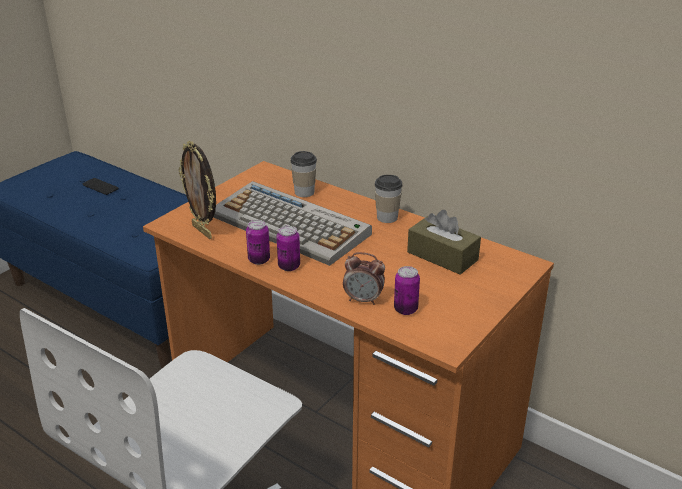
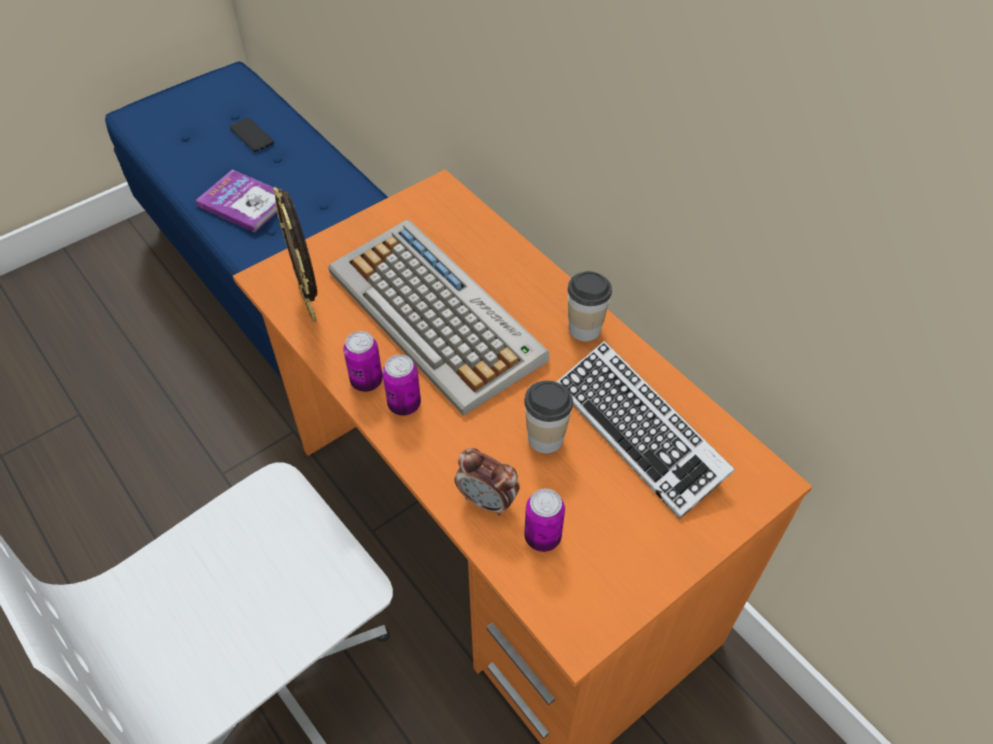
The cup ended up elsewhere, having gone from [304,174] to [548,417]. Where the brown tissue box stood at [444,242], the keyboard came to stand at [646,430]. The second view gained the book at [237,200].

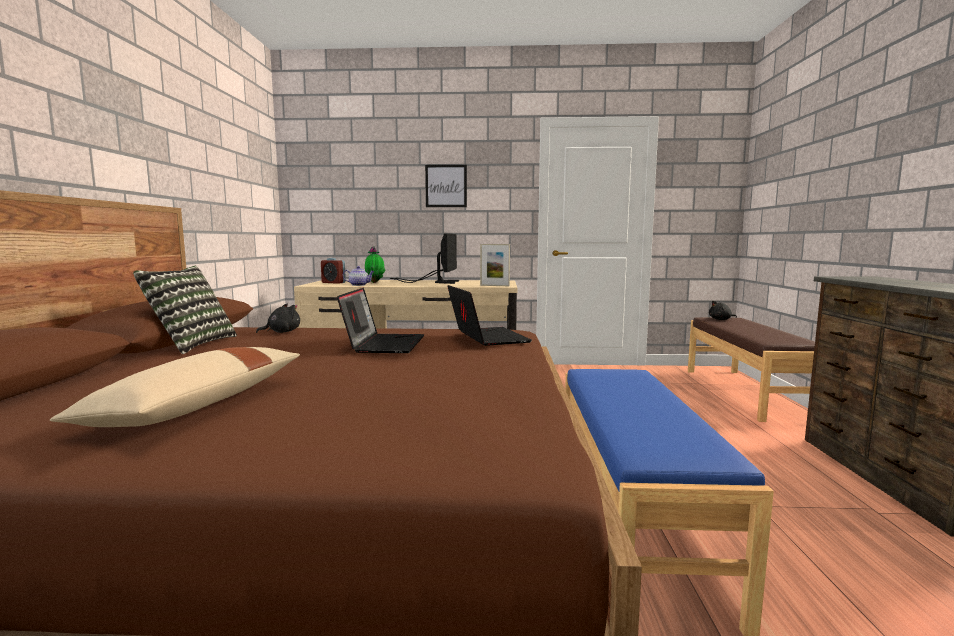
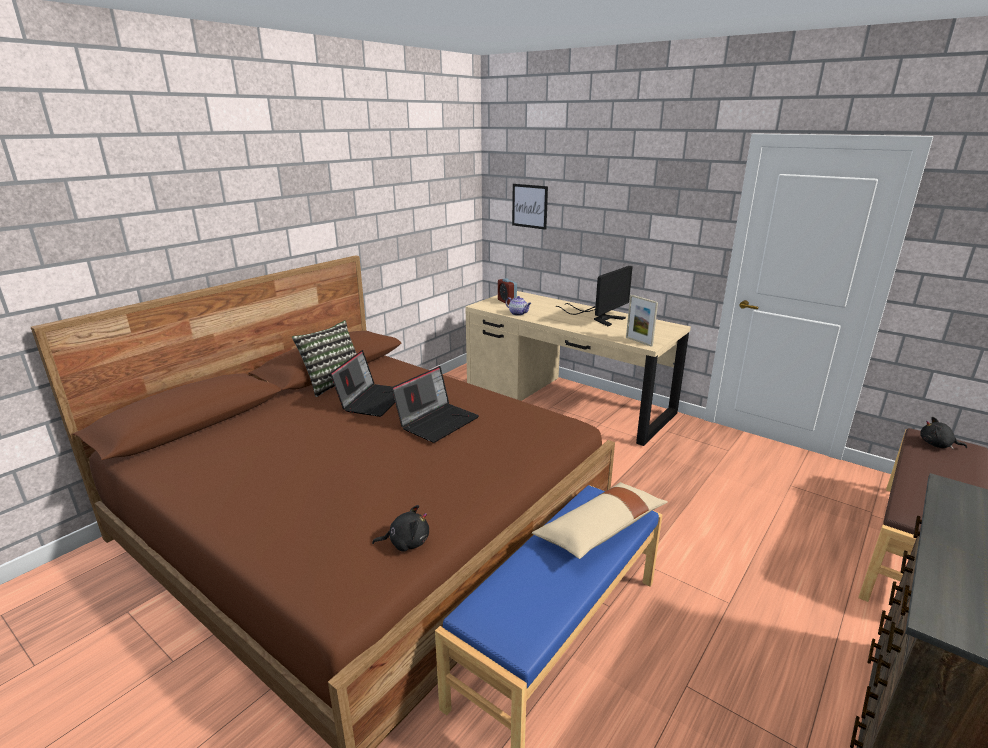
The picture ended up elsewhere, having gone from [446,186] to [530,207]. The second view lost the potted plant at [375,264]. The laptop ended up elsewhere, having gone from [489,315] to [362,383]. The black plush toy ended up elsewhere, having gone from [278,318] to [400,528]. The beige pillow ended up elsewhere, having gone from [175,387] to [600,520].

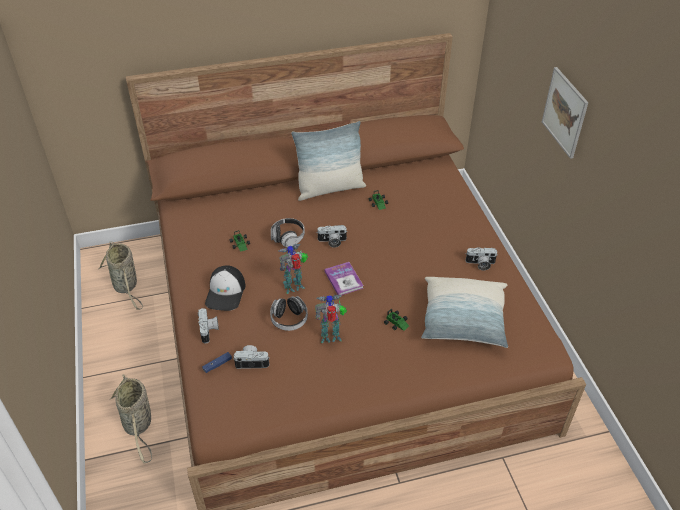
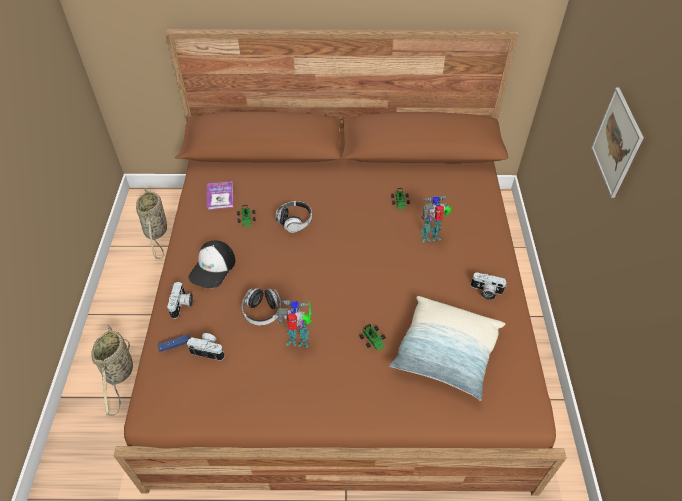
The second view lost the pillow at [328,161]. The second view lost the photo camera at [332,236]. The toy robot ended up elsewhere, having gone from [293,269] to [436,219]. The book ended up elsewhere, having gone from [344,278] to [220,195].

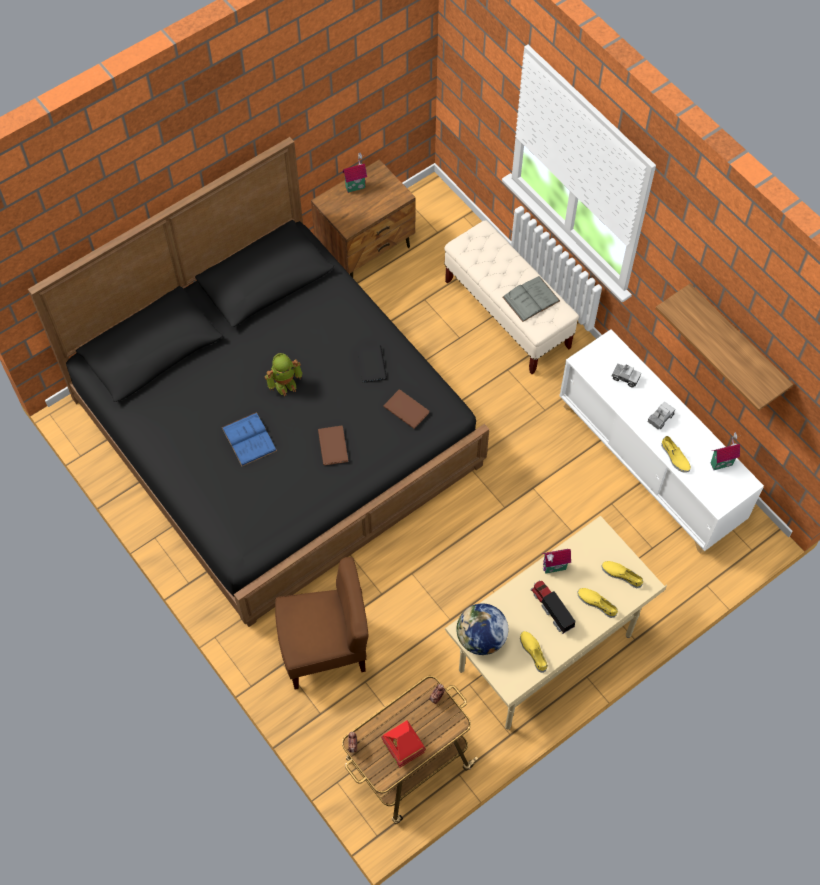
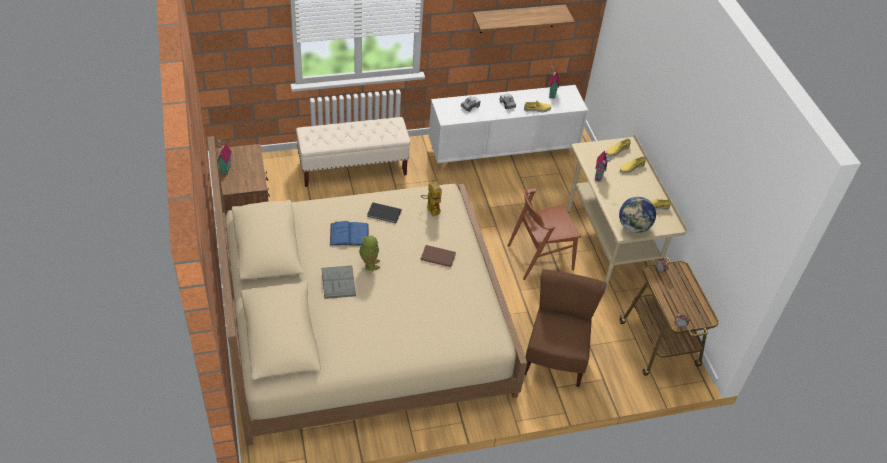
What was the black bed at [258,382] turned into the beige bed at [367,291]. The grey book ended up elsewhere, having gone from [531,299] to [338,282]. Where the brown book stood at [406,409], the toy robot came to stand at [431,198]. The blue book ended up elsewhere, having gone from [249,439] to [349,233]. The second view lost the toy truck at [553,607]. The second view lost the toy house at [403,744]. The second view gained the brown chair at [544,234].

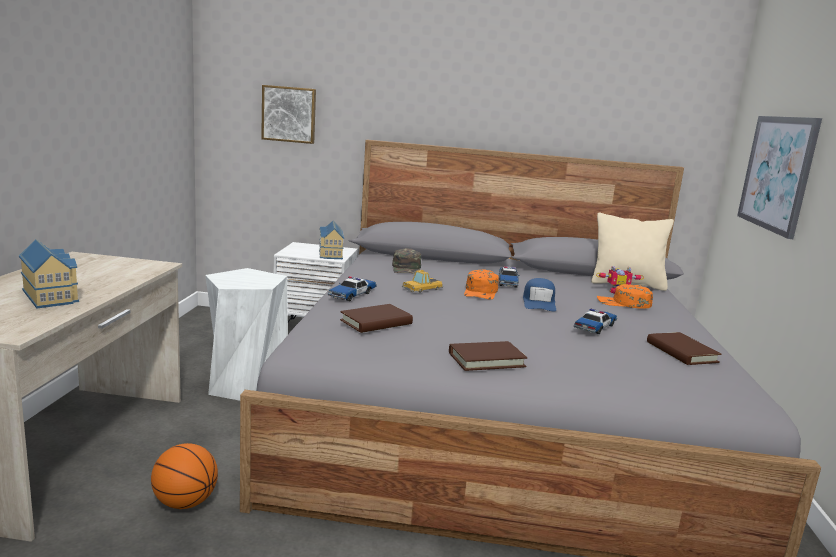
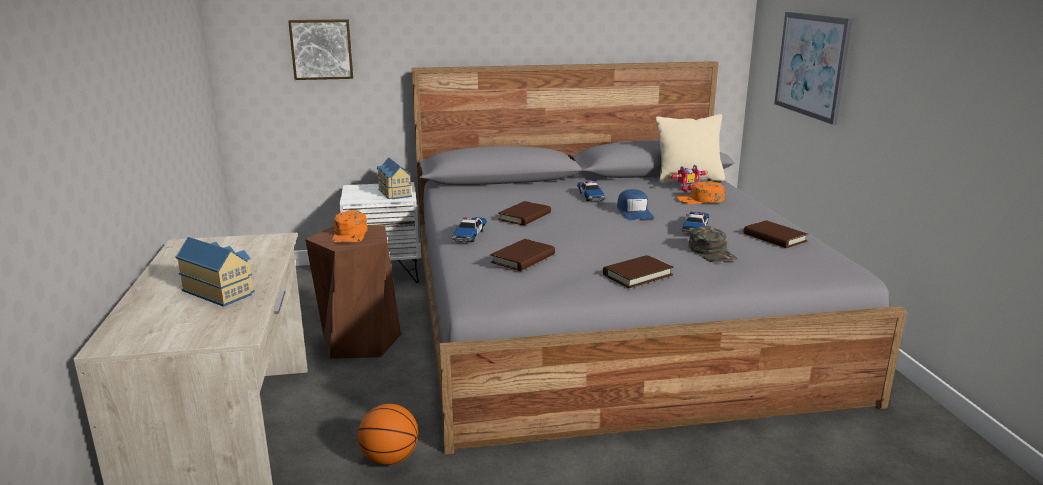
The green cap ended up elsewhere, having gone from [406,261] to [712,244]. What was the white stool at [246,334] turned into the brown stool at [353,292]. The orange cap ended up elsewhere, having gone from [481,284] to [350,226]. Where the toy car stood at [422,281], the brown book came to stand at [524,213].

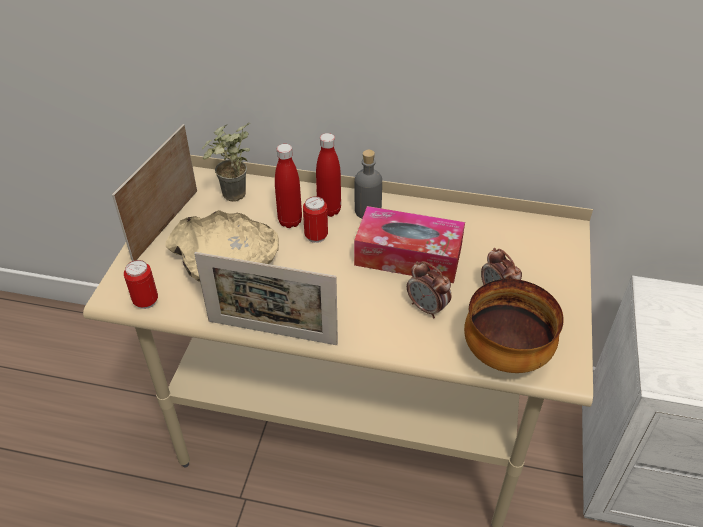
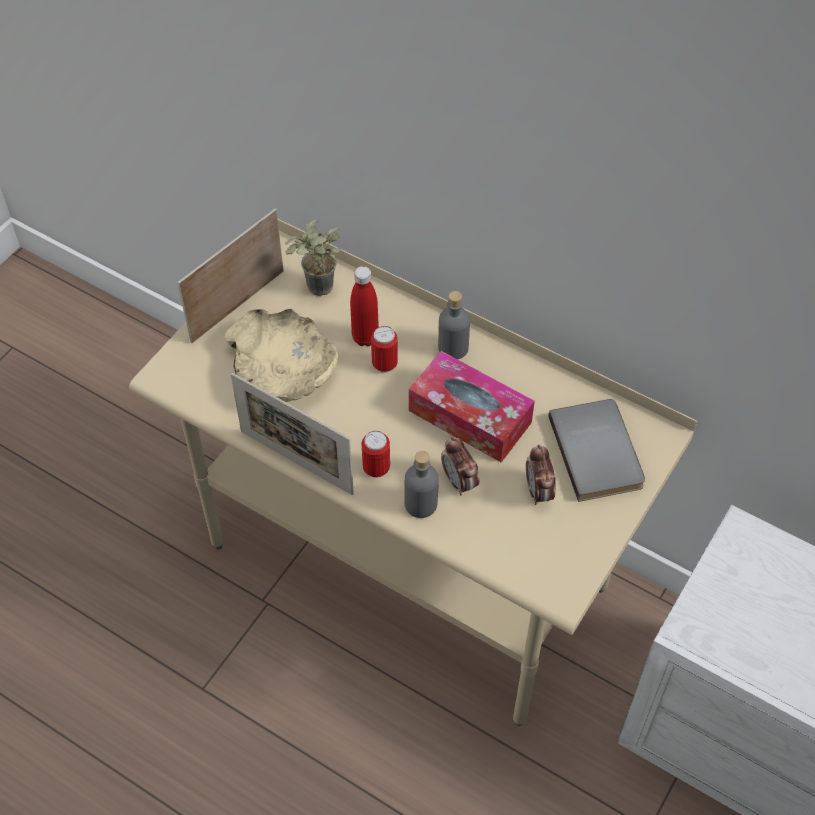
The second view lost the red bottle at [328,175]. The can ended up elsewhere, having gone from [141,284] to [376,454]. The second view lost the bowl at [514,326]. The second view gained the grey book at [597,450]. The second view gained the grey bottle at [421,484].

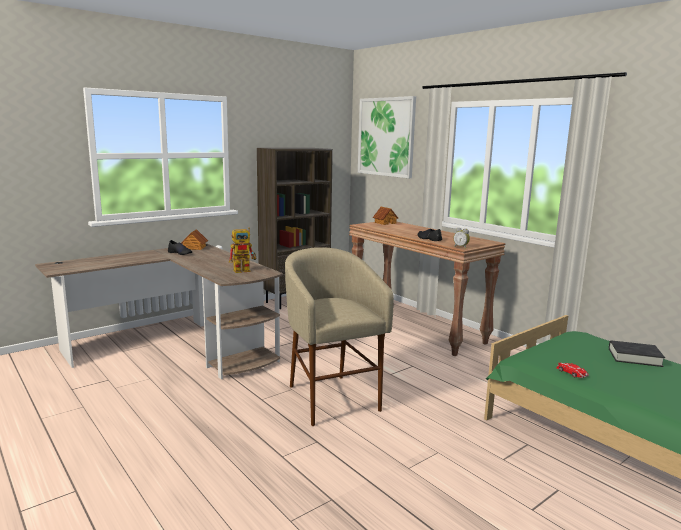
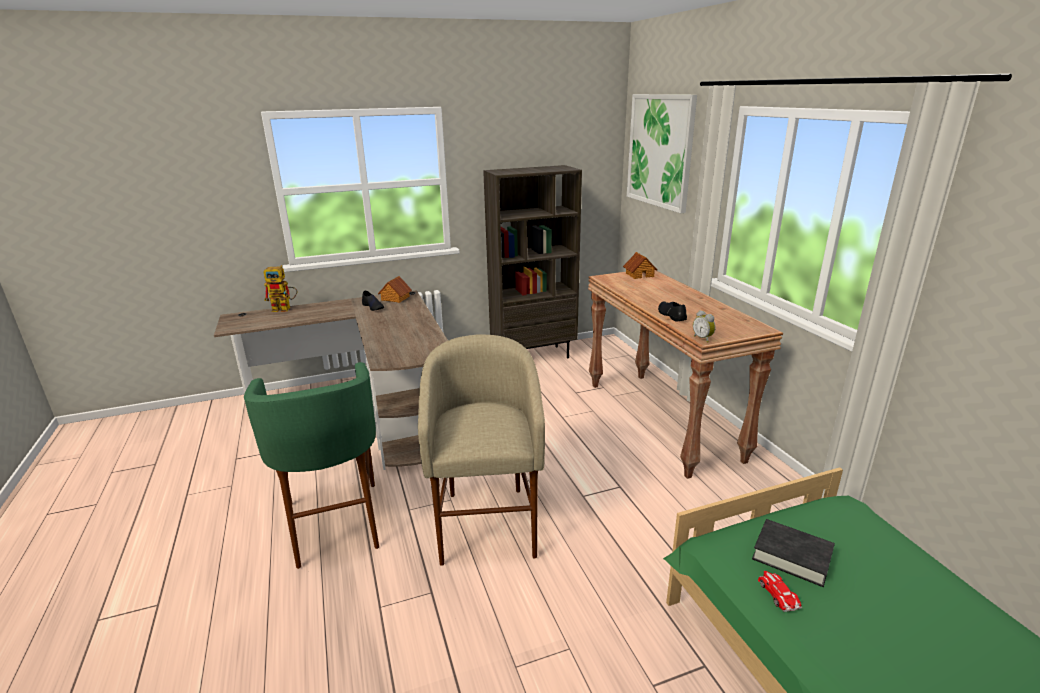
The toy robot ended up elsewhere, having gone from [242,250] to [280,288]. The black book ended up elsewhere, having gone from [637,353] to [793,553]. The second view gained the green stool at [311,465].

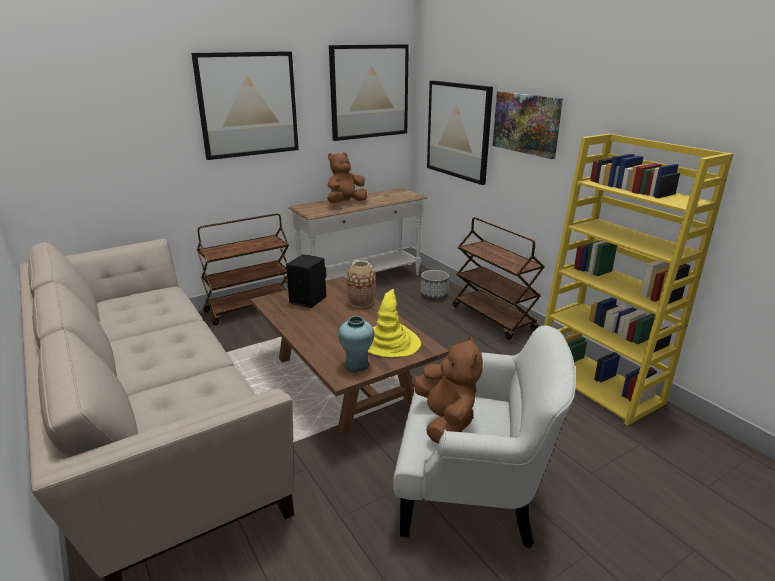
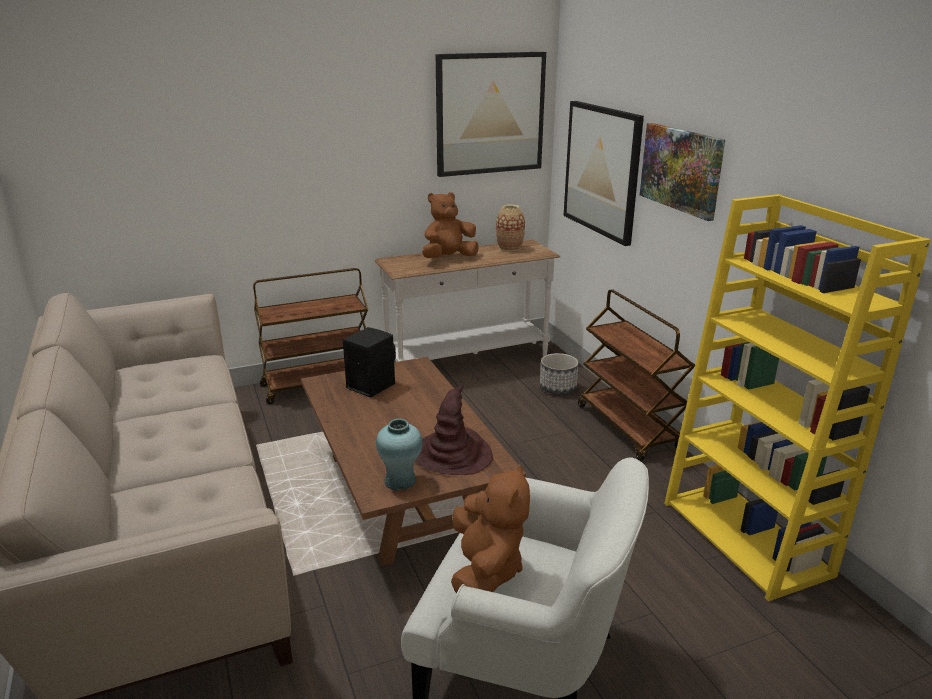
The second view lost the picture at [245,105]. The vase ended up elsewhere, having gone from [361,284] to [510,227]. What was the yellow hat at [394,323] turned into the brown hat at [454,430].

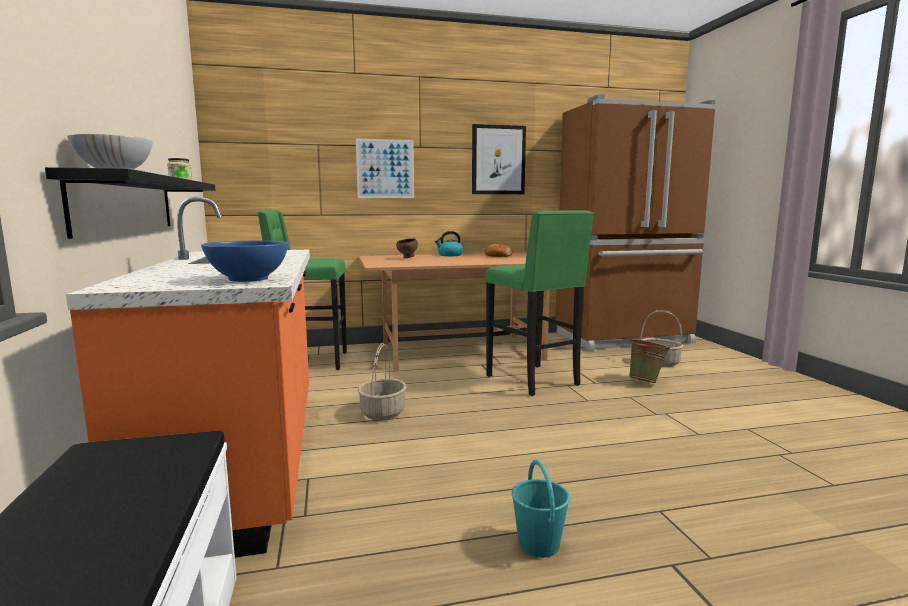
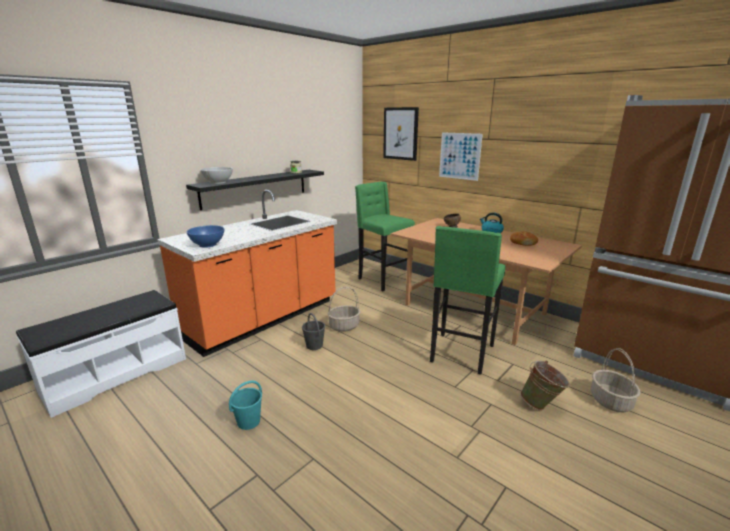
The picture ended up elsewhere, having gone from [499,159] to [401,134]. The second view gained the grey bucket at [313,331].

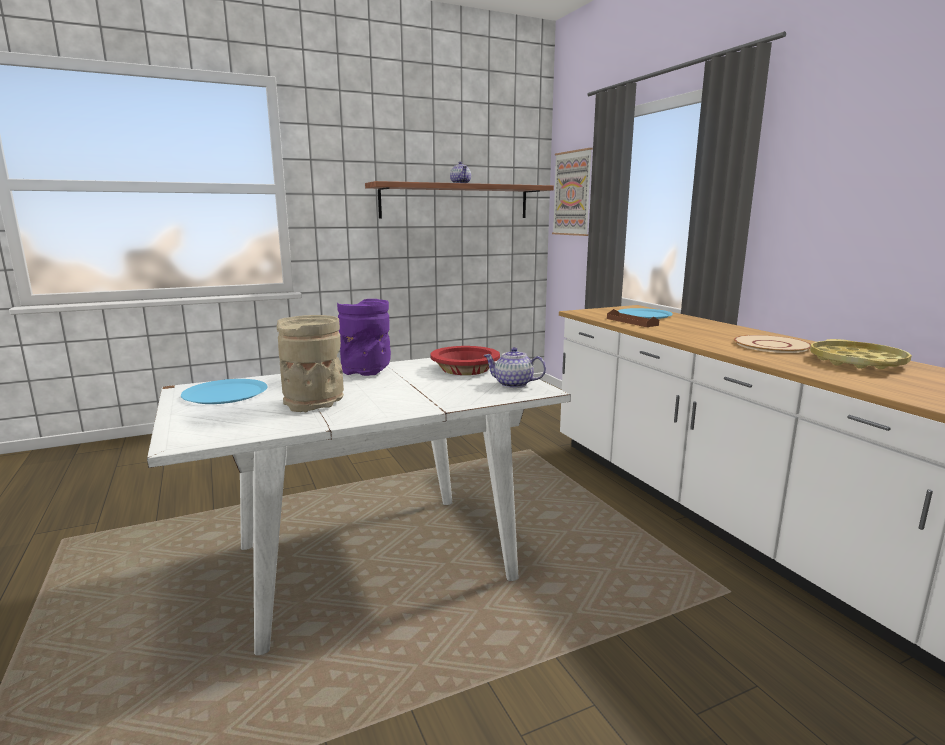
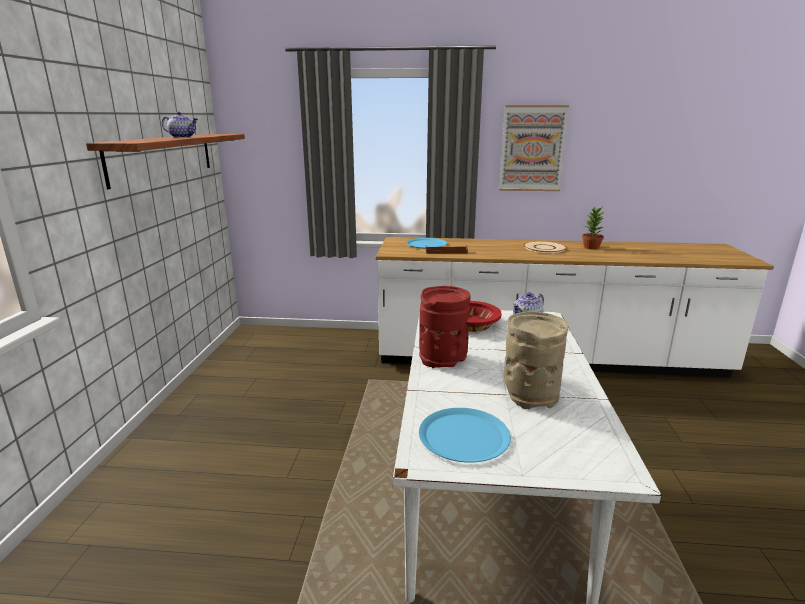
The picture ended up elsewhere, having gone from [572,192] to [534,148]. What was the purple vase at [364,337] turned into the red vase at [445,327]. Where the yellow tray stood at [861,354], the potted plant came to stand at [593,227].

